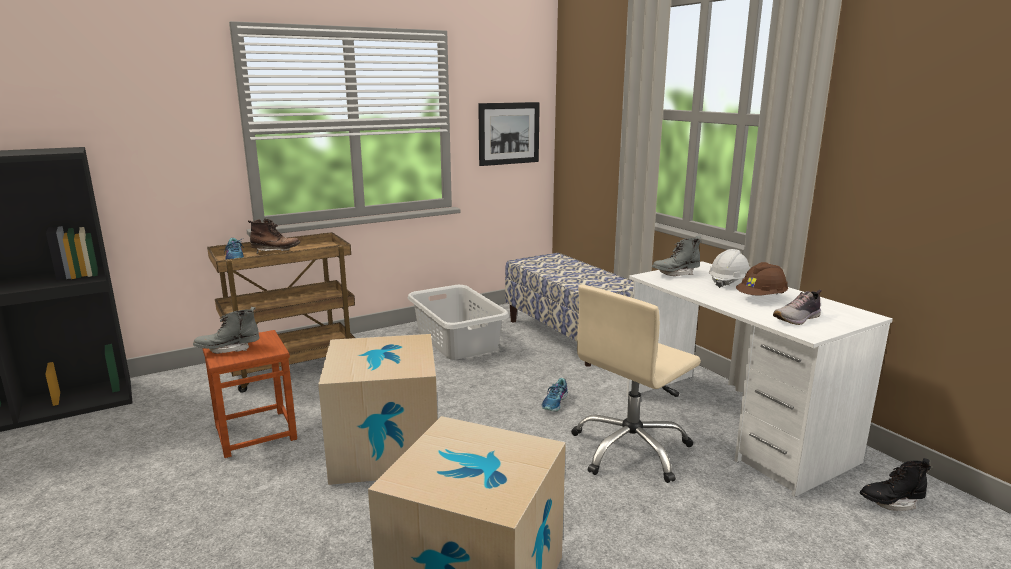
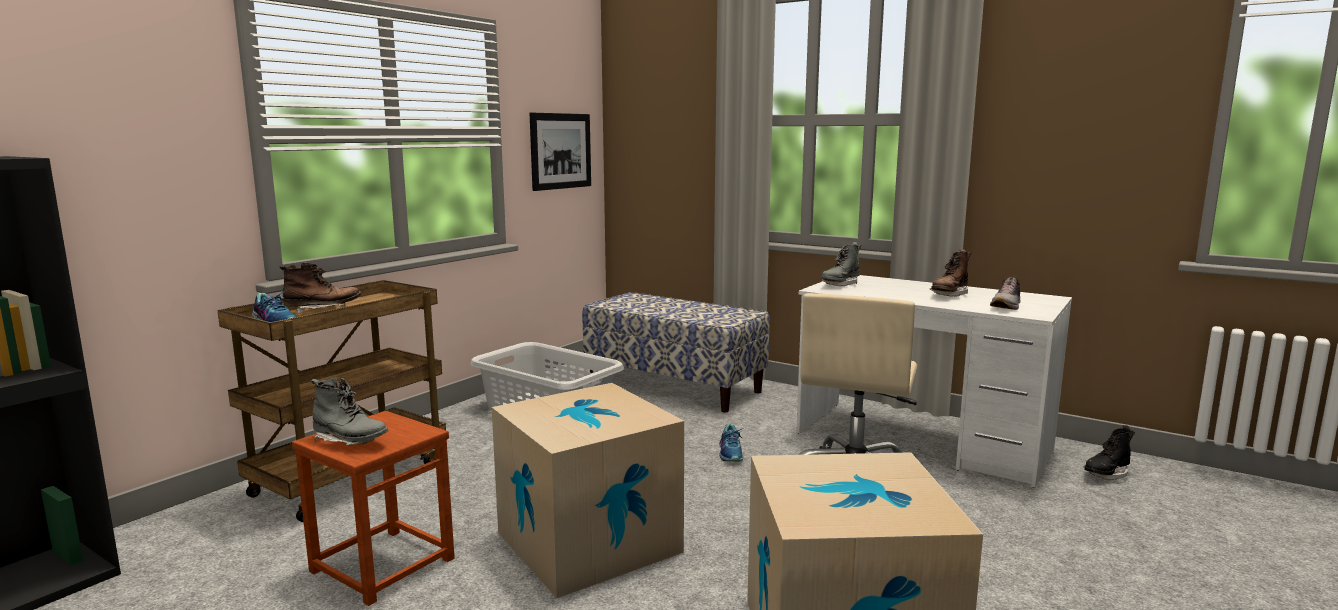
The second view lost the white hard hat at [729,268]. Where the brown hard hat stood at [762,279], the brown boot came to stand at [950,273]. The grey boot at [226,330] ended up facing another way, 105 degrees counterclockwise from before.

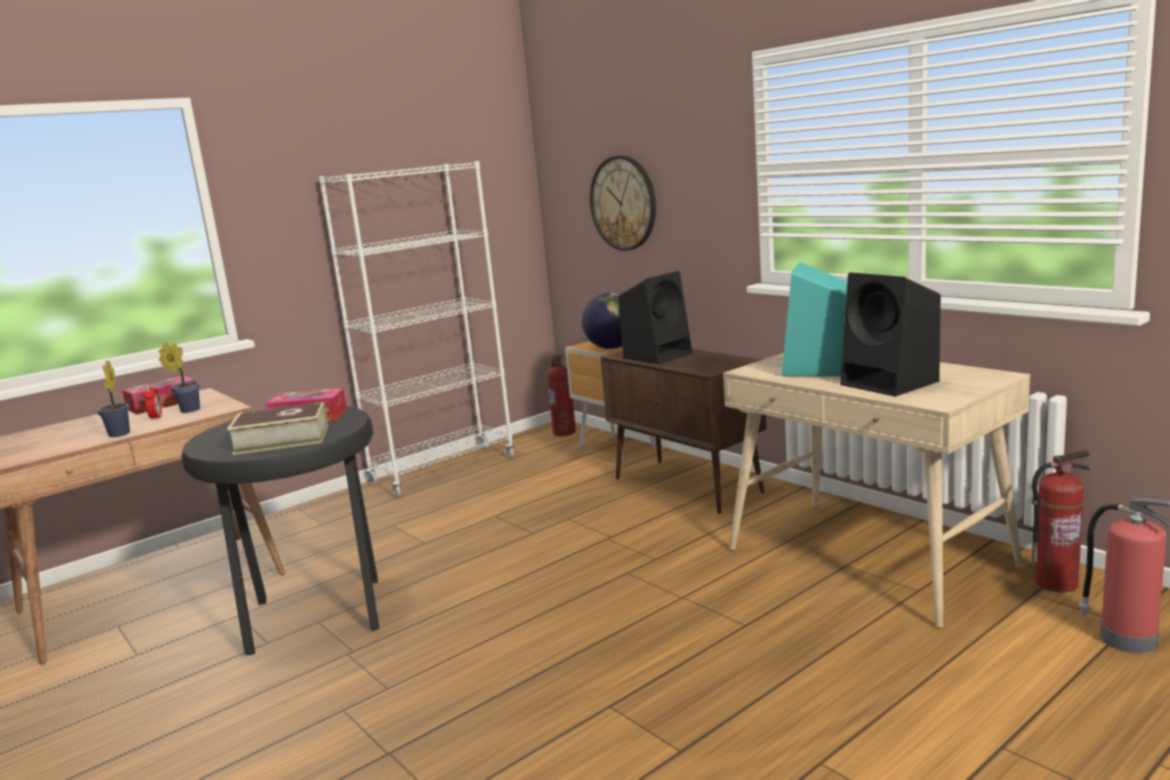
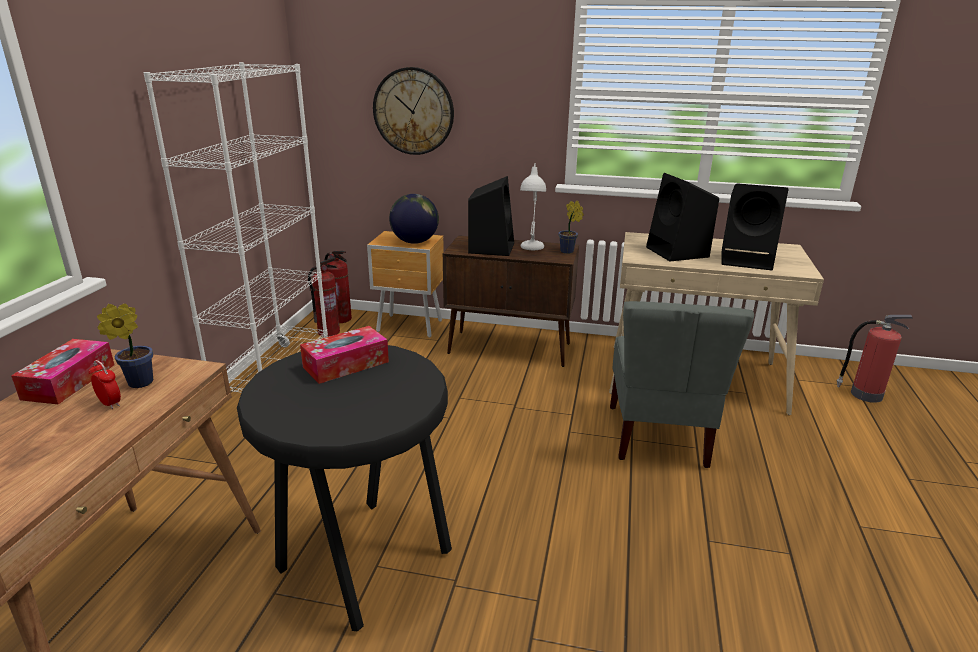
What was the turquoise speaker at [814,319] turned into the black speaker at [682,217]. The potted plant ended up elsewhere, having gone from [113,399] to [571,227]. The second view lost the book at [277,428]. The fire extinguisher ended up elsewhere, having gone from [1061,521] to [324,297]. The second view gained the white table lamp at [533,206]. The second view gained the grey chair at [682,384].

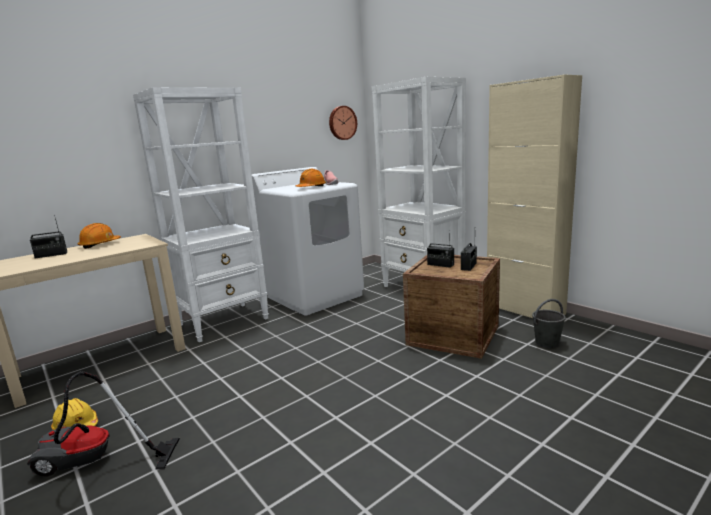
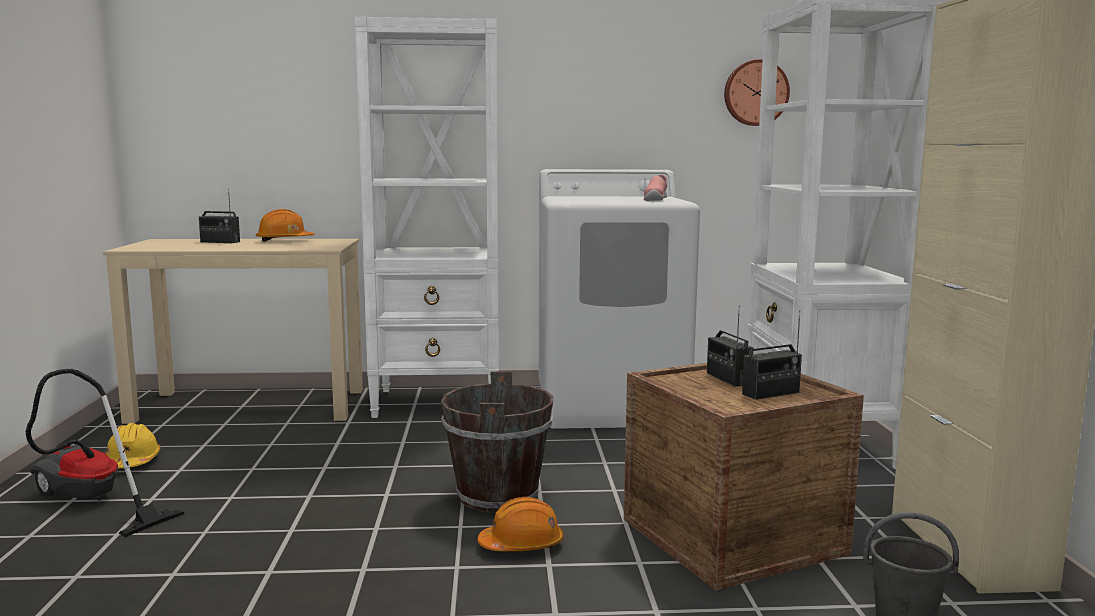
The orange hard hat ended up elsewhere, having gone from [311,178] to [520,524]. The second view gained the brown bucket at [497,442].

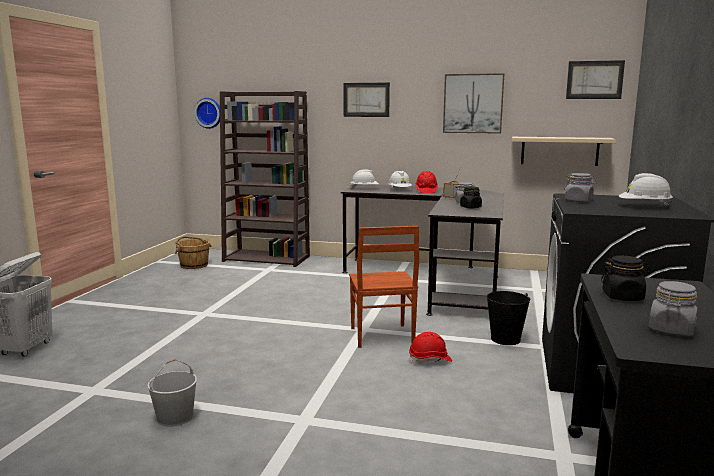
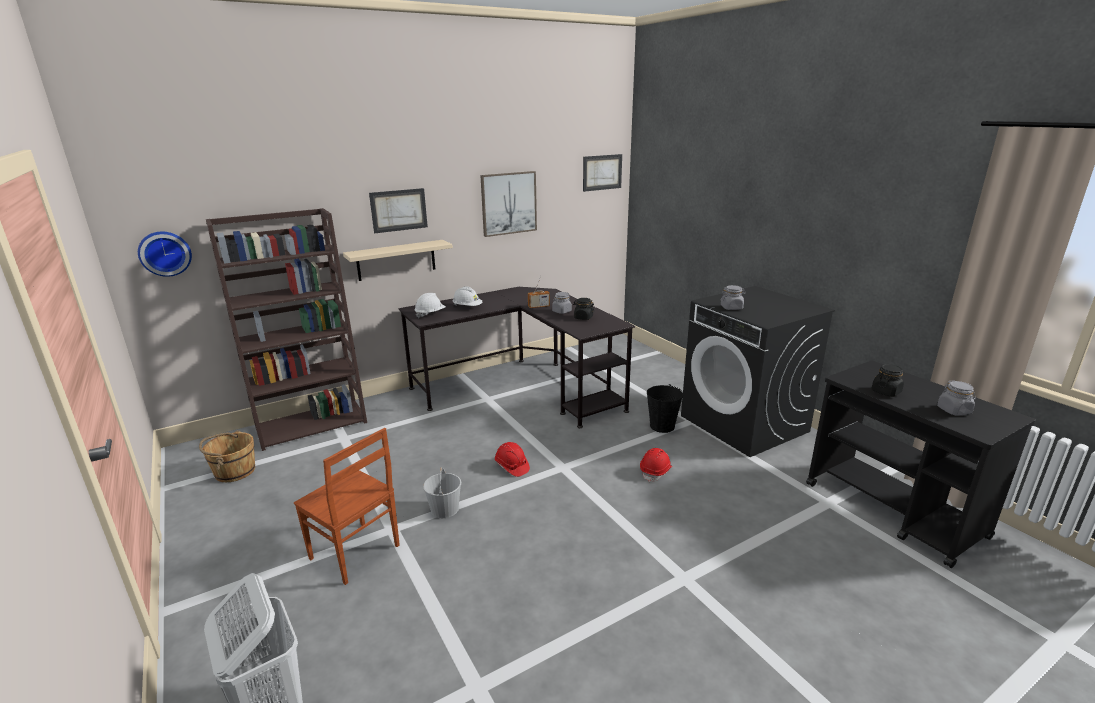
The beige shelf ended up elsewhere, having gone from [564,151] to [398,260]. The red hard hat ended up elsewhere, having gone from [426,182] to [512,459]. The second view lost the white hard hat at [646,190]. The brown chair ended up elsewhere, having gone from [384,287] to [347,506]. The white bucket ended up elsewhere, having gone from [172,393] to [442,492].

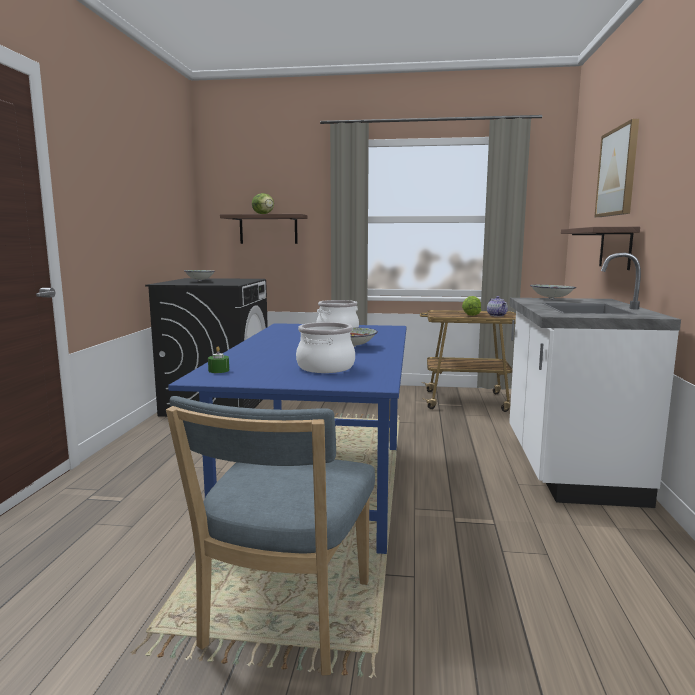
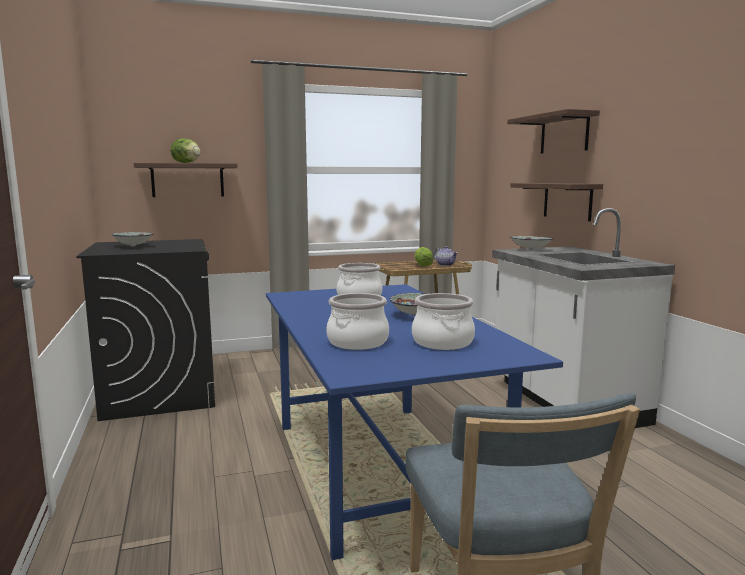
Where the picture hung at [616,168], the shelf came to hang at [553,131]. The second view lost the green candle at [218,360]. The second view gained the cooking pot at [357,321].

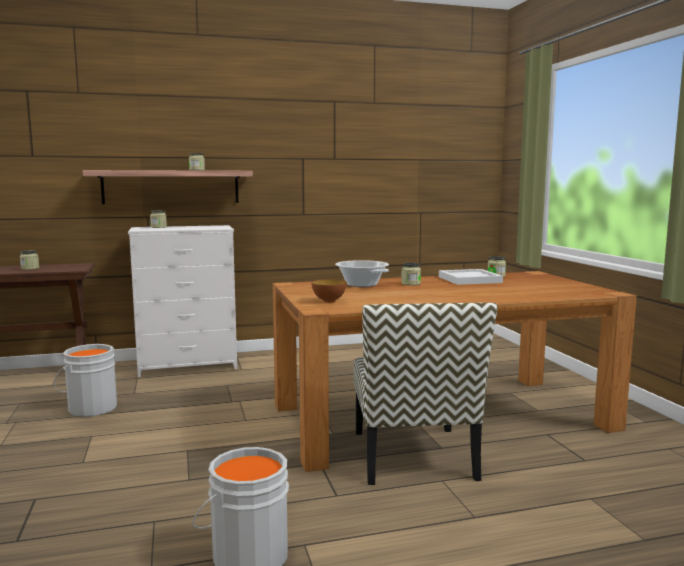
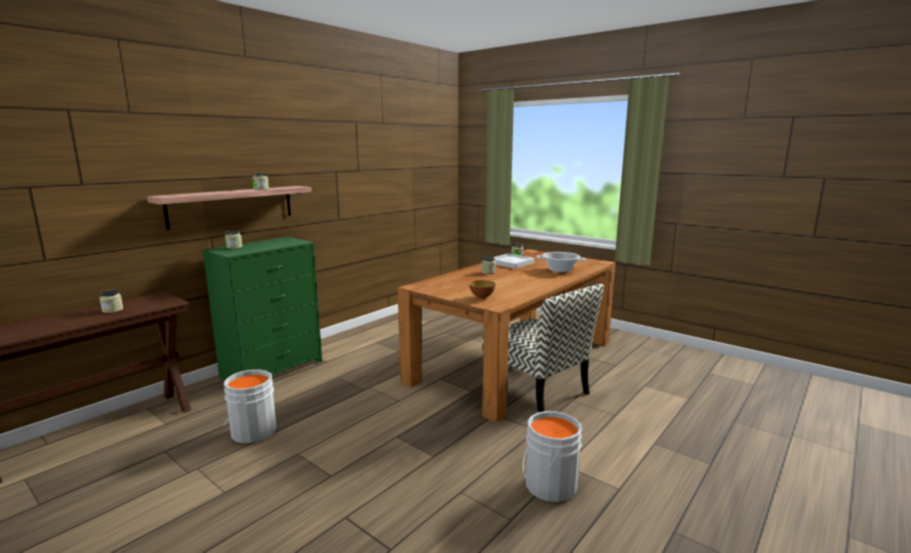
What was the white dresser at [182,301] turned into the green dresser at [262,308]. The cooking pot ended up elsewhere, having gone from [362,273] to [561,262].

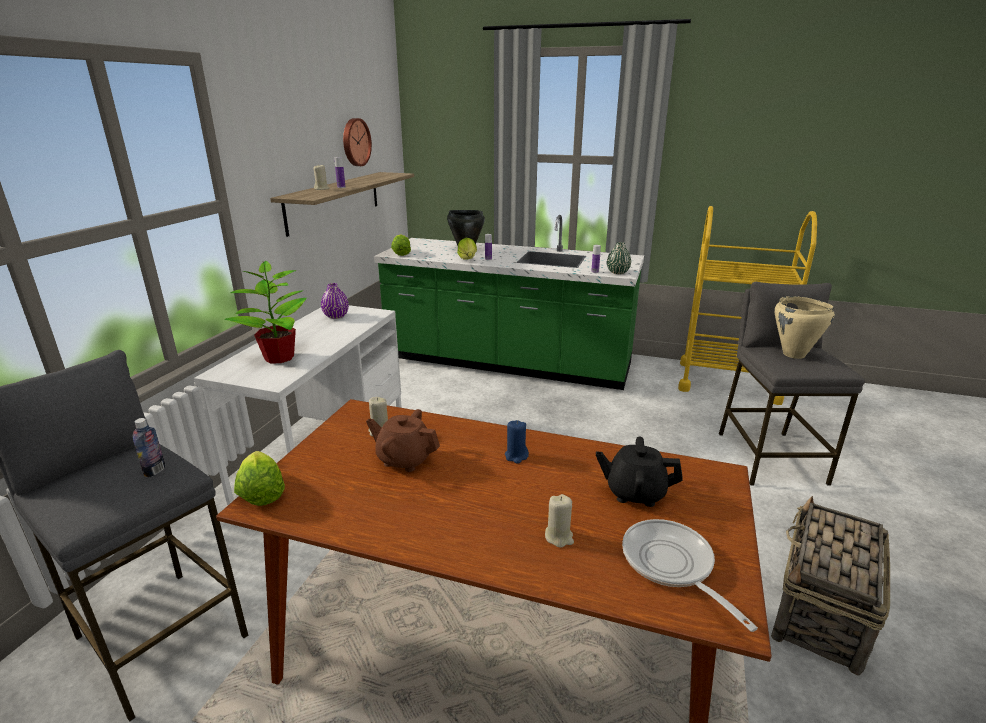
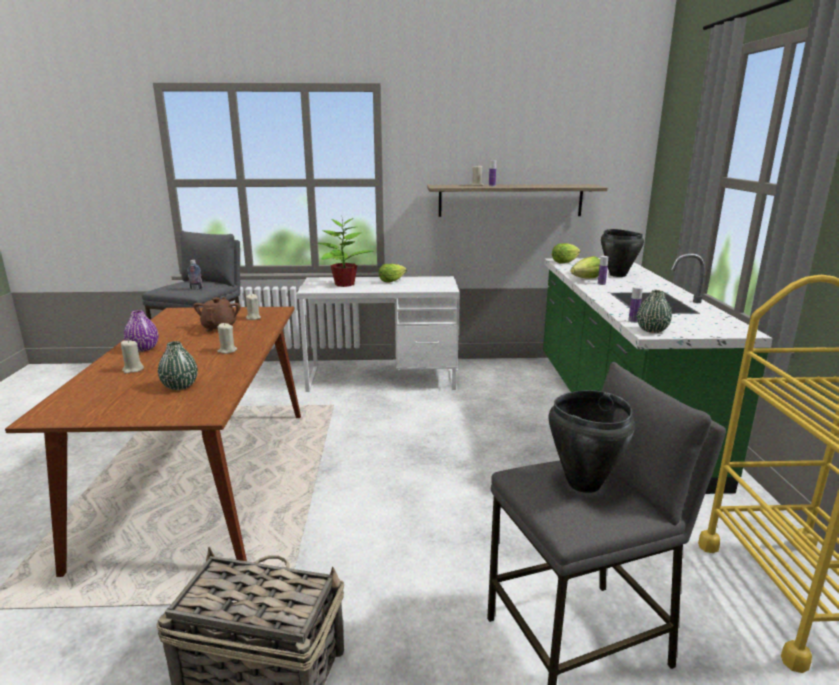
The second view lost the wall clock at [357,142]. The purple vase ended up elsewhere, having gone from [335,301] to [141,331]. What was the beige cooking pot at [805,327] turned into the black cooking pot at [592,441]. What was the blue candle at [517,442] turned into the beige candle at [227,338]. Where the black teapot stood at [639,472], the green vase came to stand at [178,365]. The lettuce ended up elsewhere, having gone from [259,478] to [392,273]. The second view lost the frying pan at [690,575].

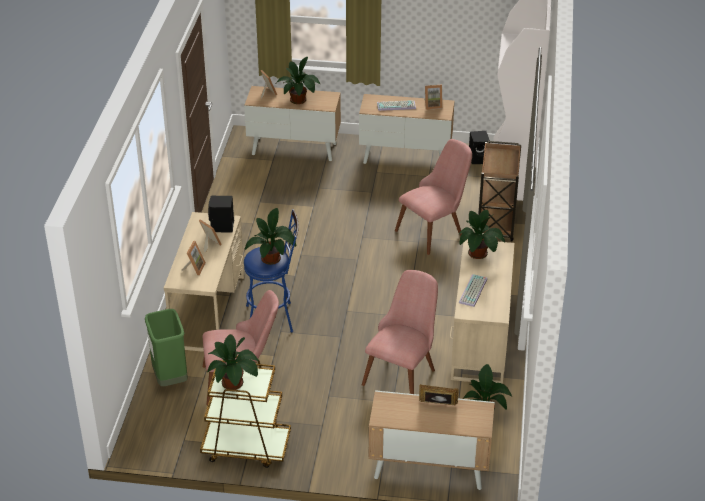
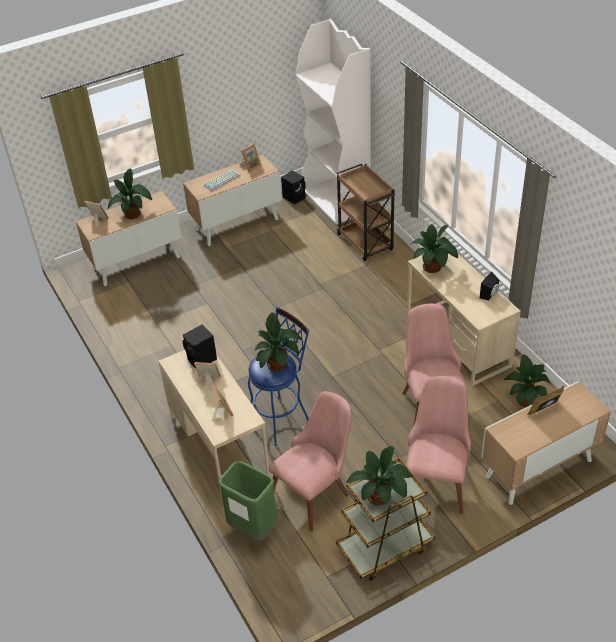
The pink chair ended up elsewhere, having gone from [433,197] to [438,445]. The second view lost the keyboard at [473,290]. The second view gained the black speaker at [489,285].

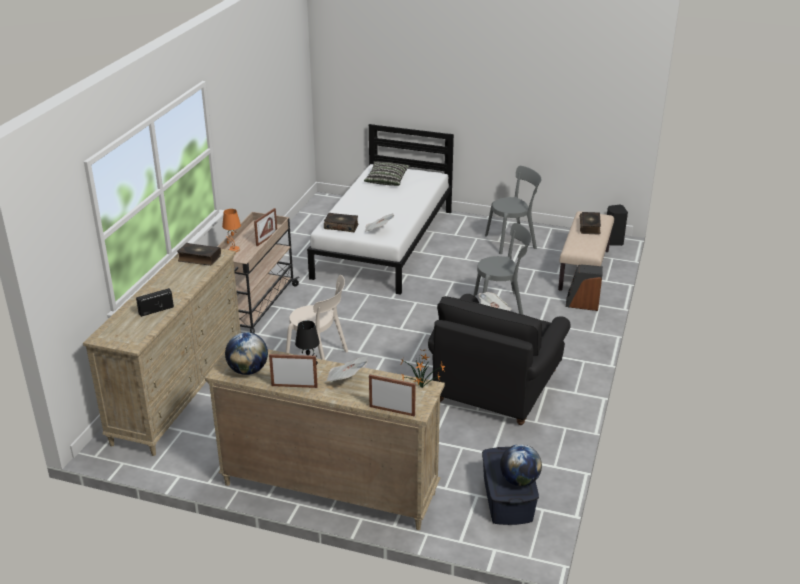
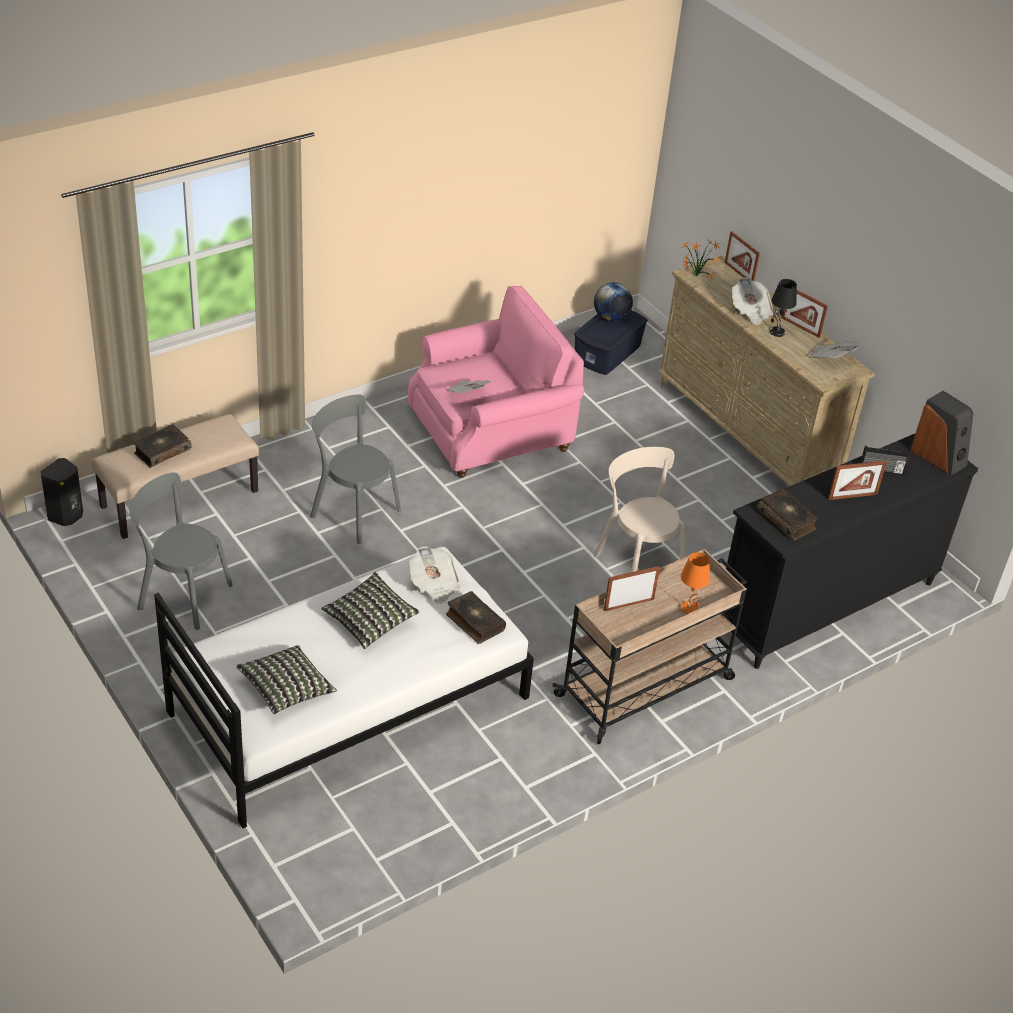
What was the beige dresser at [162,352] turned into the black dresser at [851,551]. The speaker ended up elsewhere, having gone from [584,288] to [941,433]. What was the black armchair at [499,359] turned into the pink armchair at [496,382]. Where the globe stood at [246,353], the newspaper came to stand at [834,349]. The second view gained the picture frame at [857,480]. The second view gained the pillow at [371,610].

